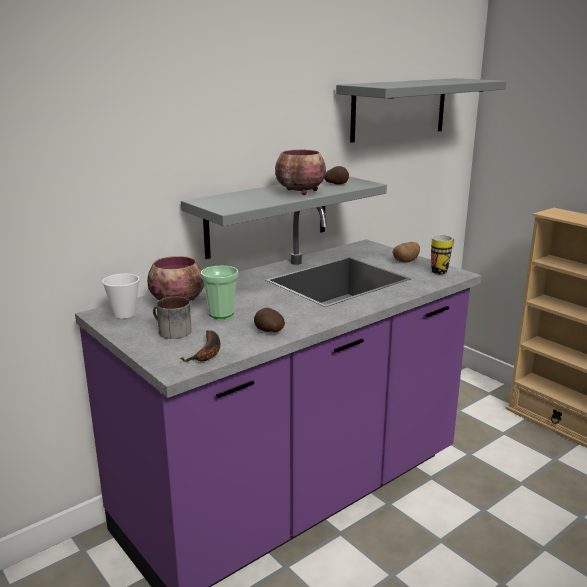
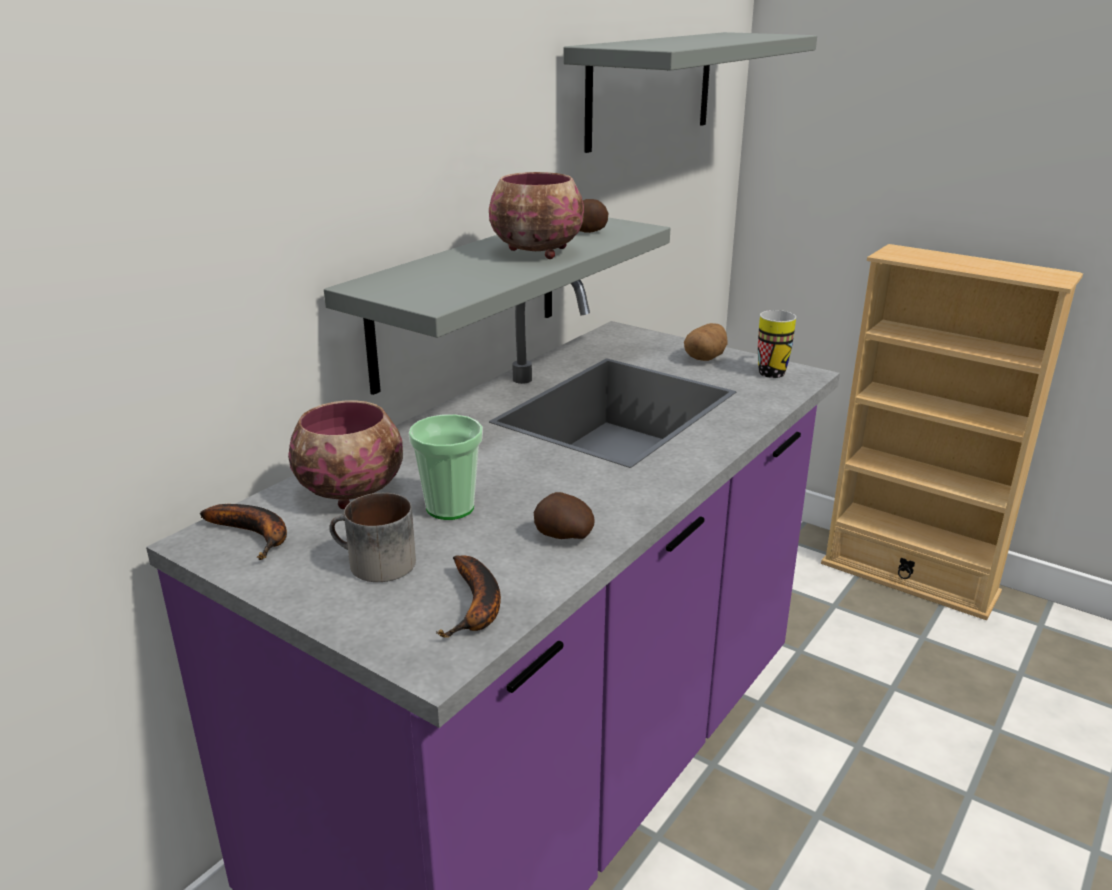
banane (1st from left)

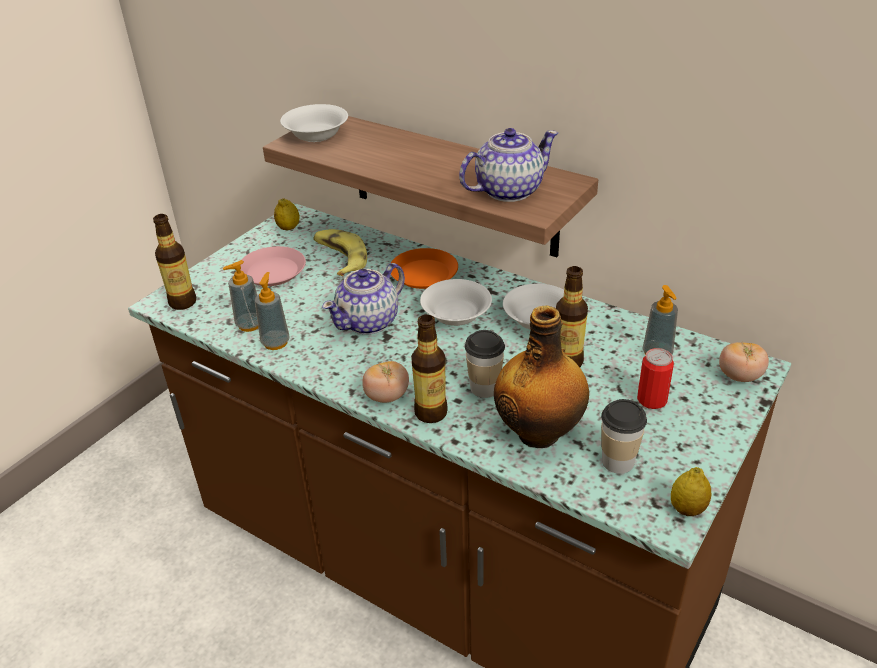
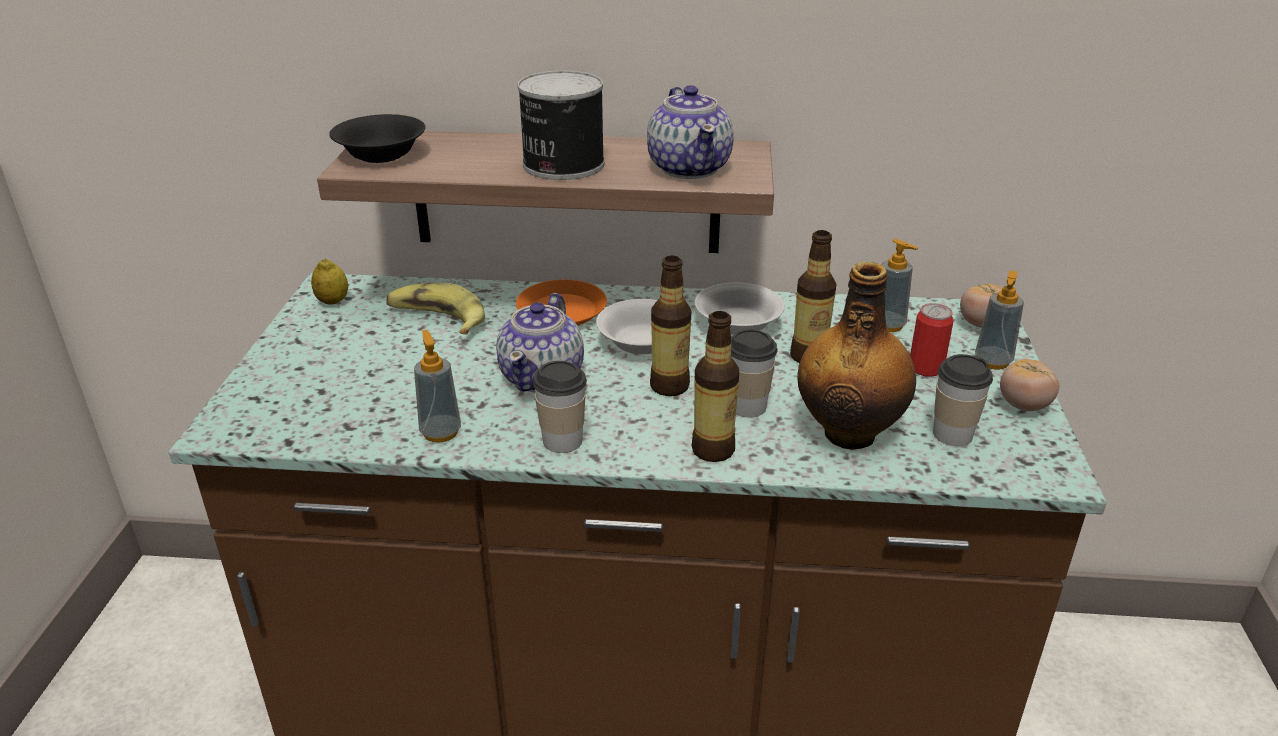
bouteille (1st from left)
distributeur de savon (3rd from left)
assiette/rose
bol/noir
tomate (2nd from left)
théière (2nd from left)
citron (2nd from left in the first image)
boîte métallique (1st from left)
tasse (1st from left)

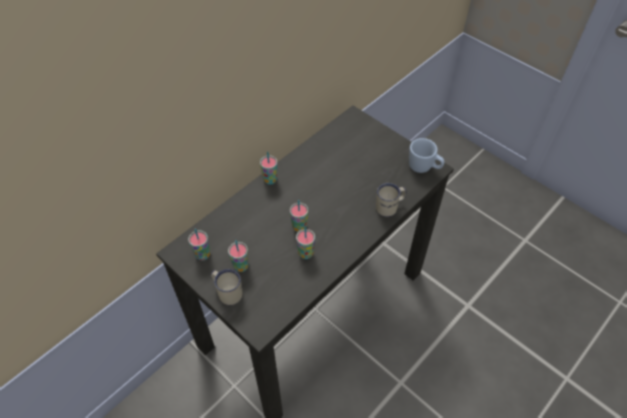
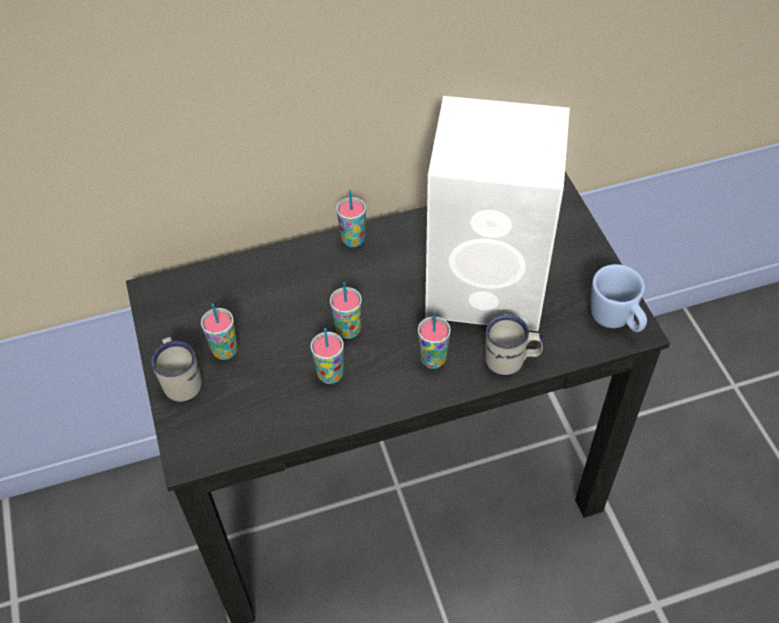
tasse (5th from left)
enceinte/blanc

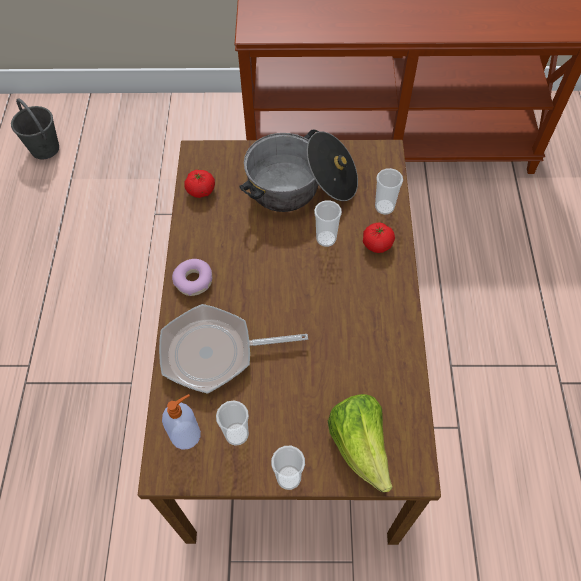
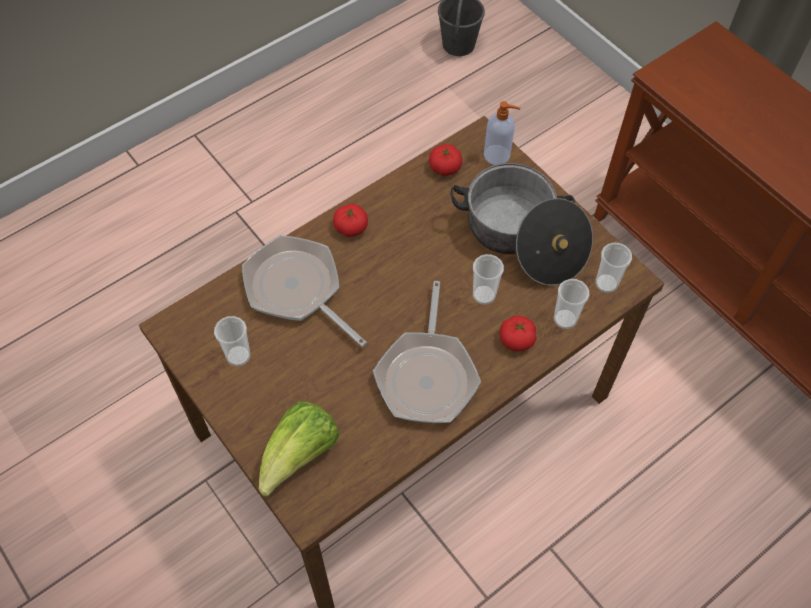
distributeur de savon
tomate (1st from left)
tasse (4th from left)
poêle (2nd from left)

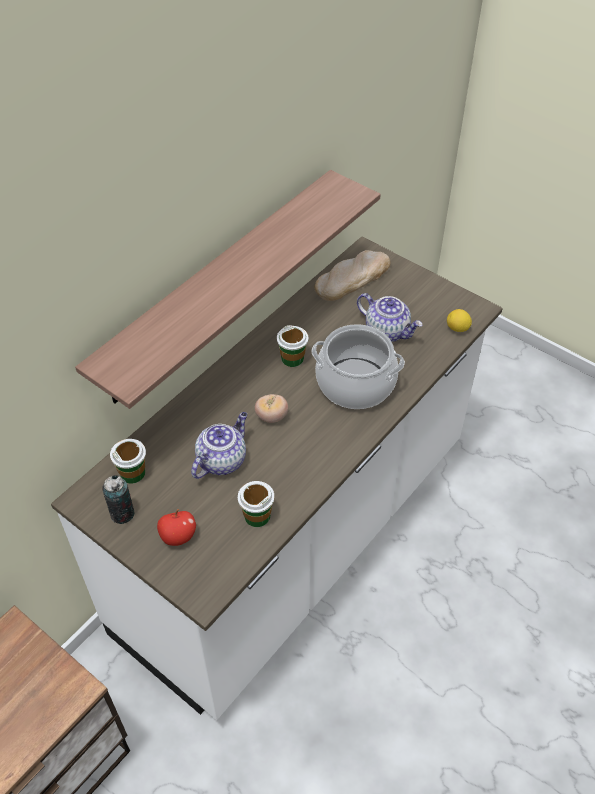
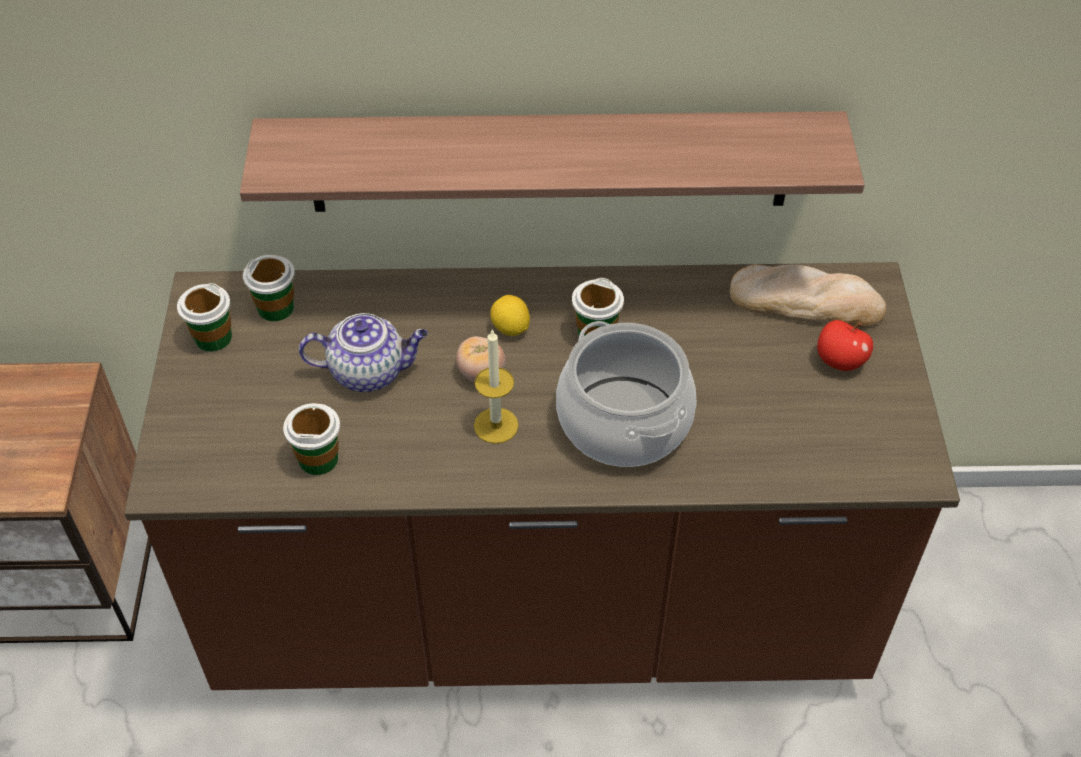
comptoir de cuisine/marron
tasse (1st from left)
pomme
théière (2nd from left in the first image)
citron
bougie

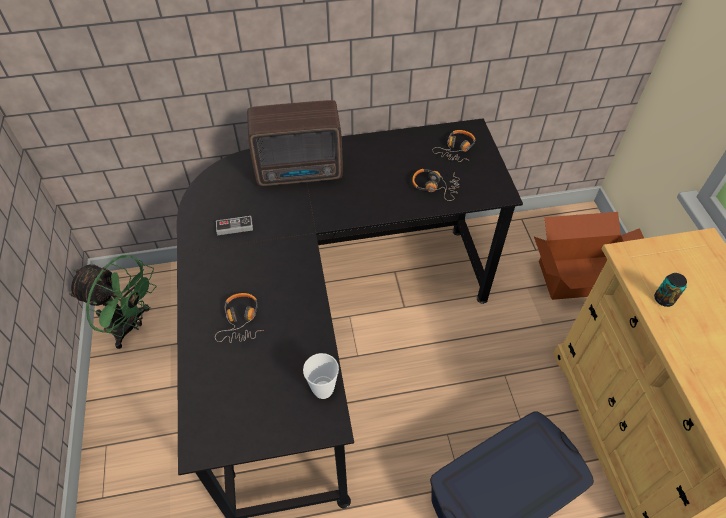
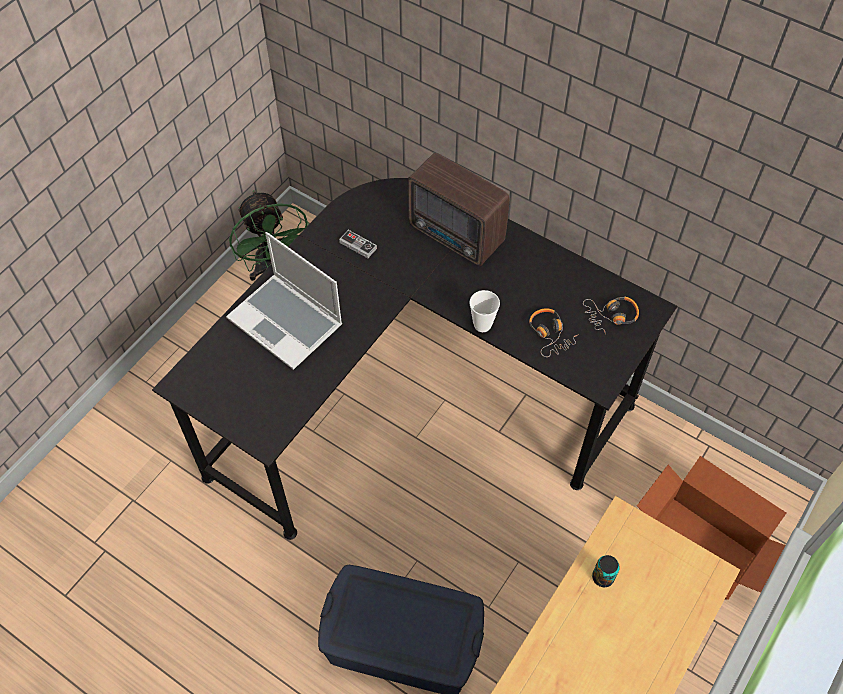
ordinateur portable
tasse

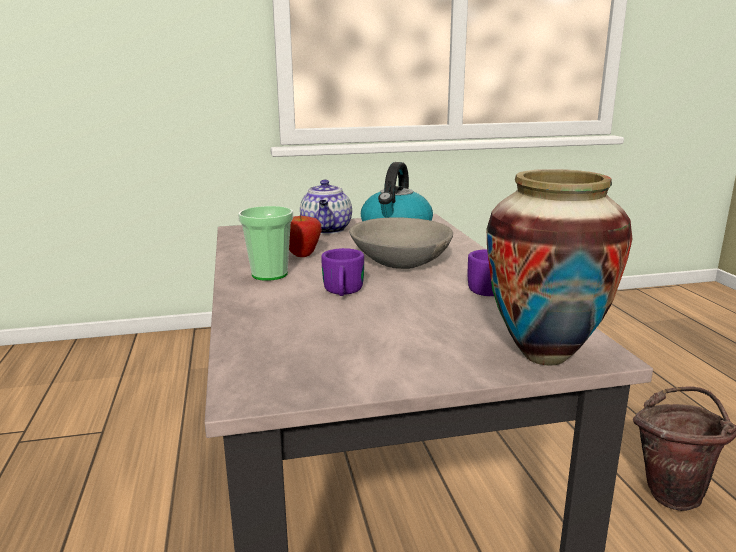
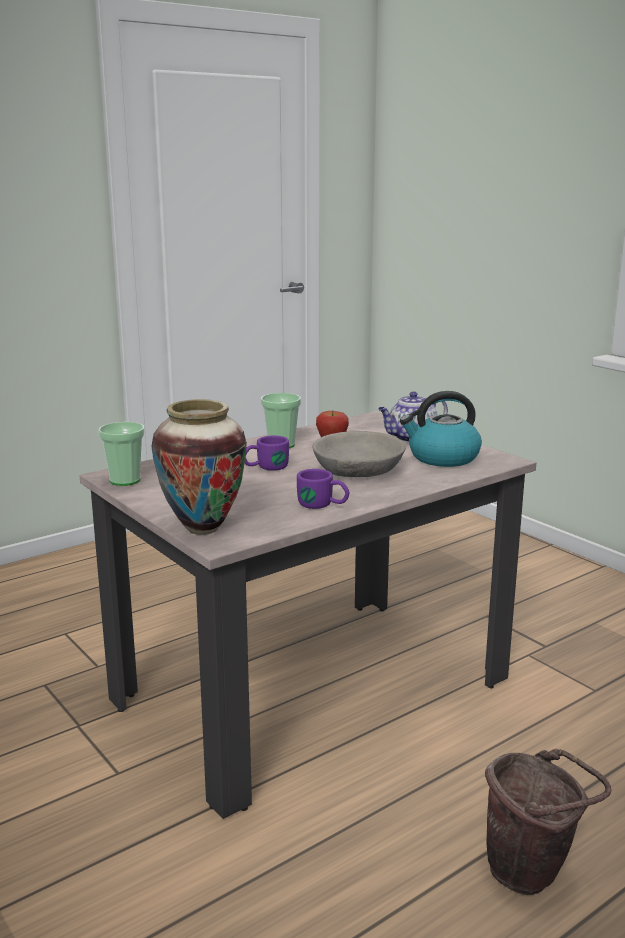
tasse (1st from left)

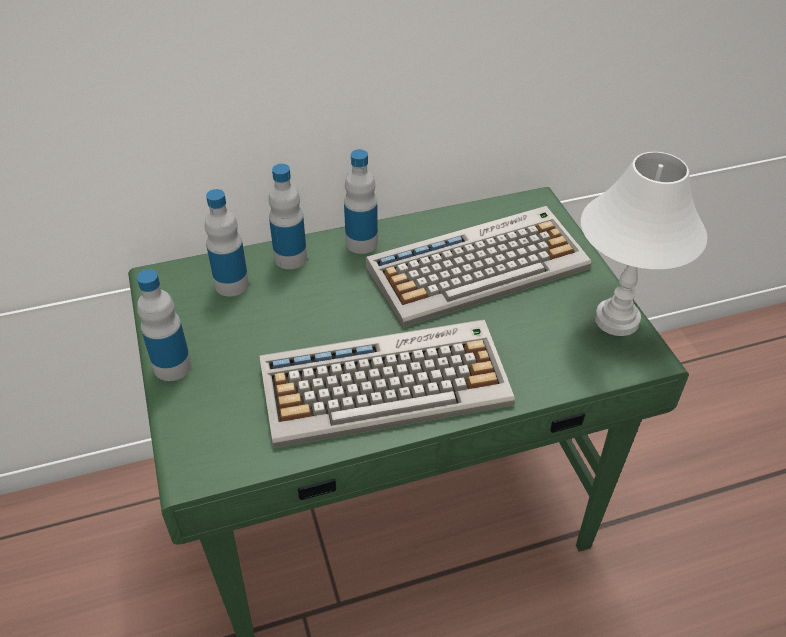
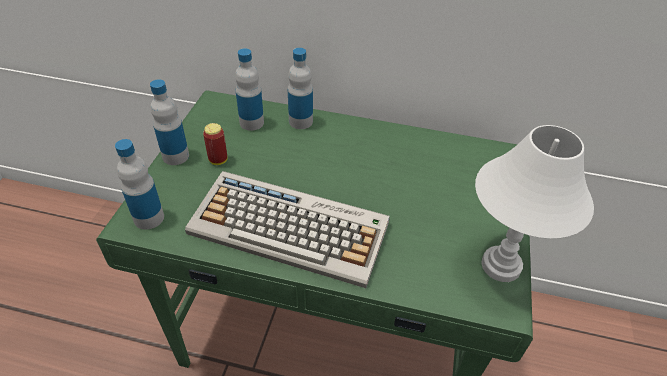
bouteille (1st from left)
clavier (2nd from left in the first image)
boîte métallique

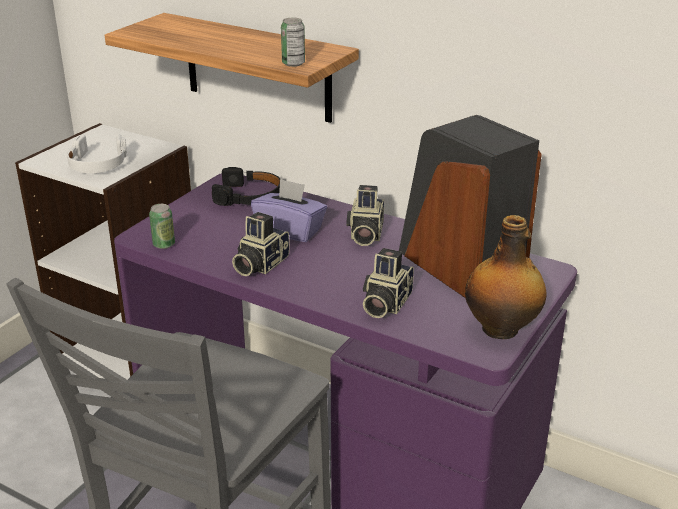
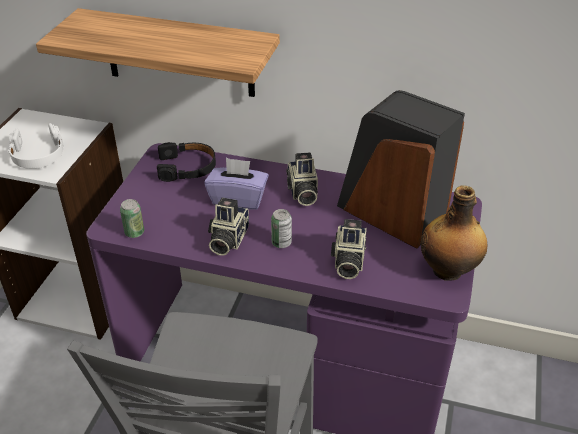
boîte métallique (2nd from left)

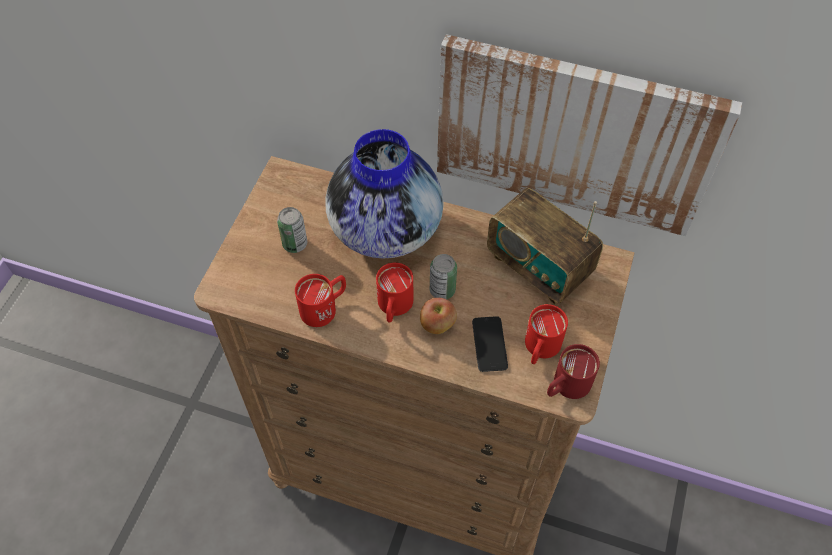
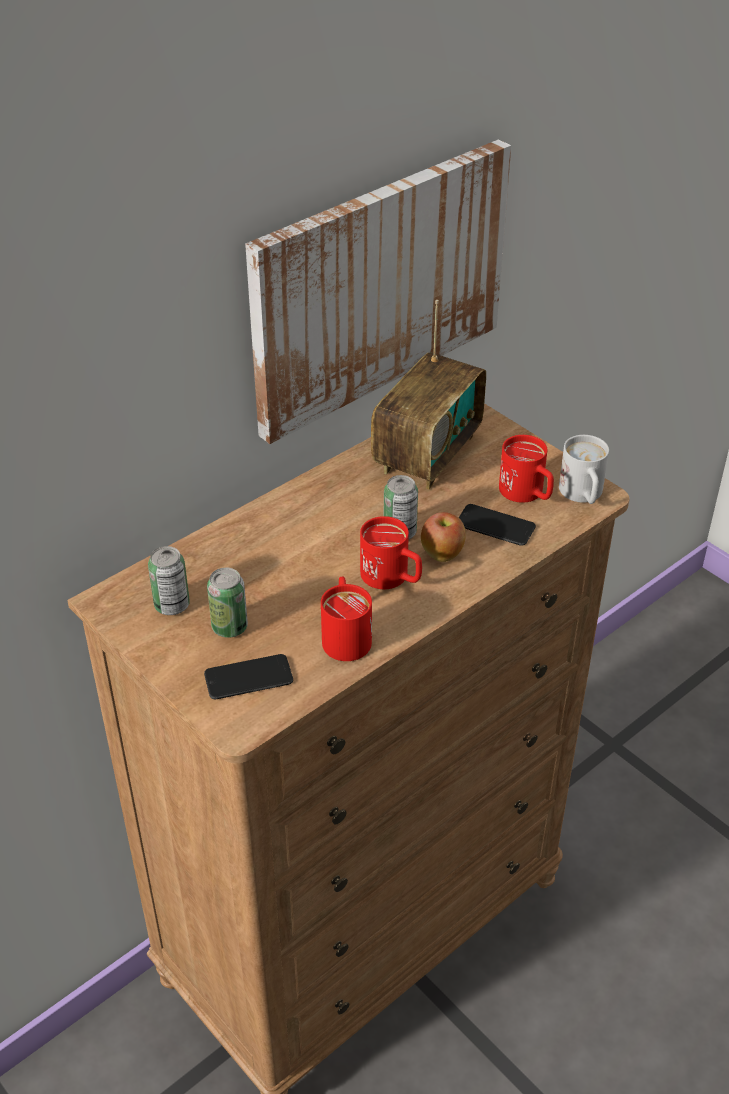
vase
radio
mug/blanc
boîte métallique (1st from left)
téléphone (1st from left)

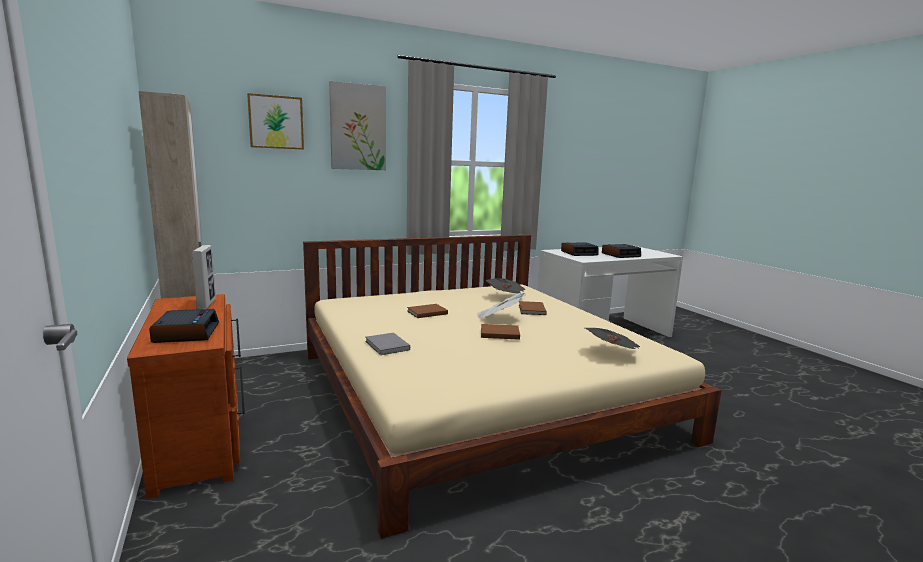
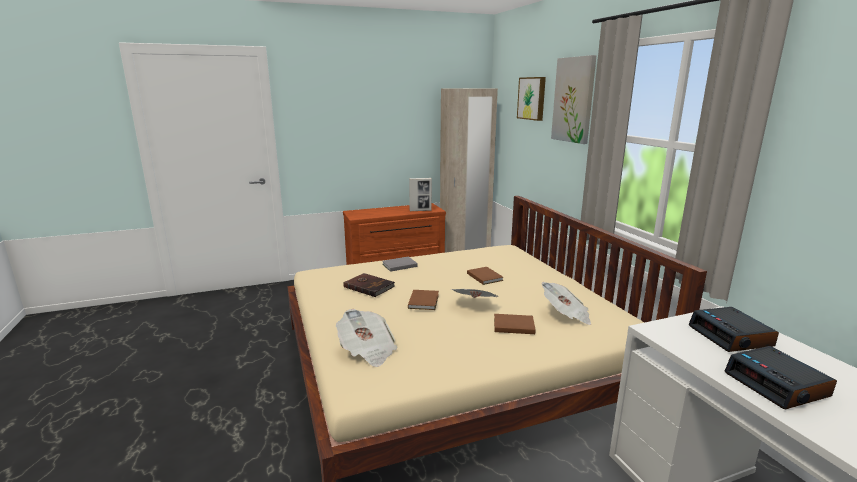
réveil (1st from left in the first image)
livre/marron (1st from left)

